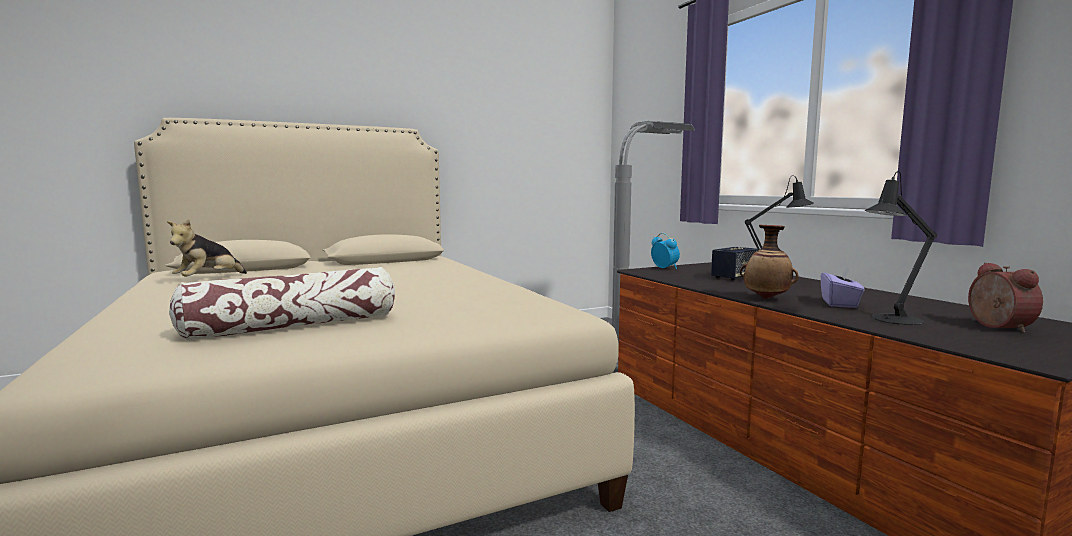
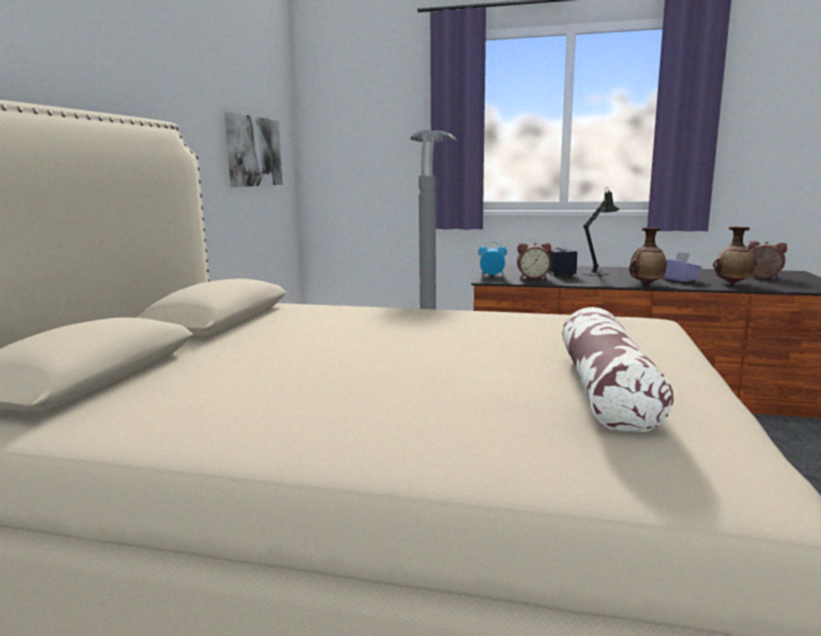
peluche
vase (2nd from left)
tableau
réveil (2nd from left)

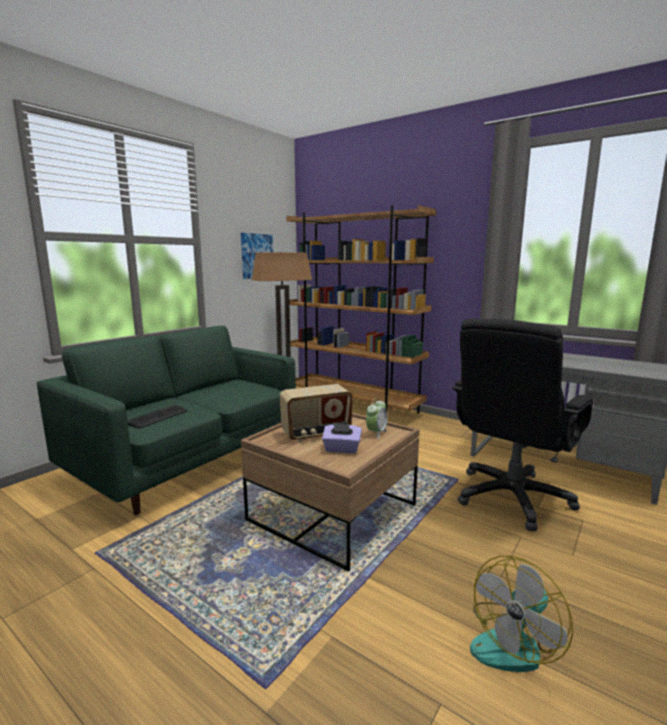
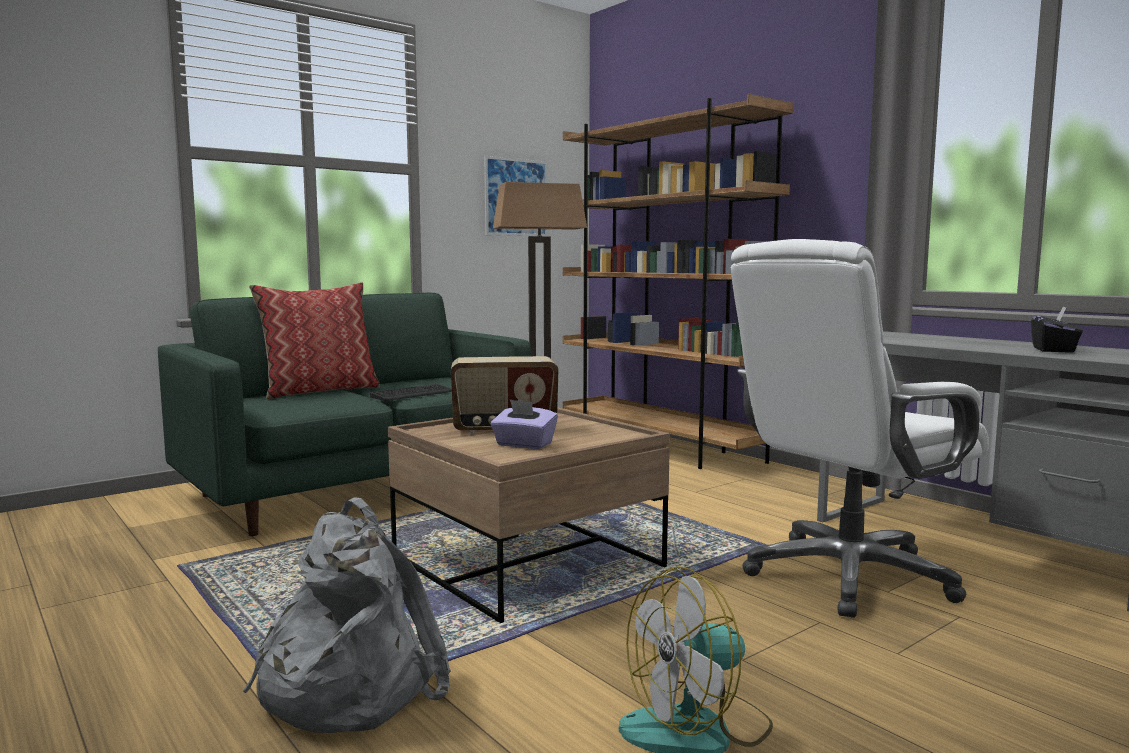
clavier
réveil
chaise de bureau/blanc
sac à dos/gris
coussin
boîte à mouchoirs/noir

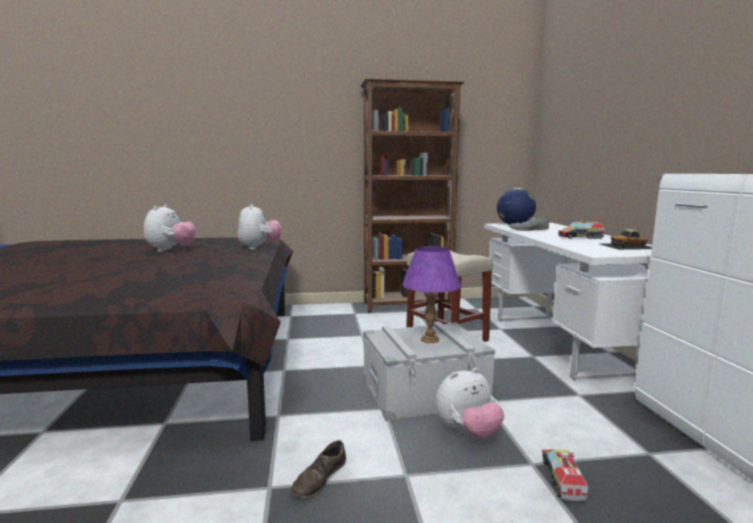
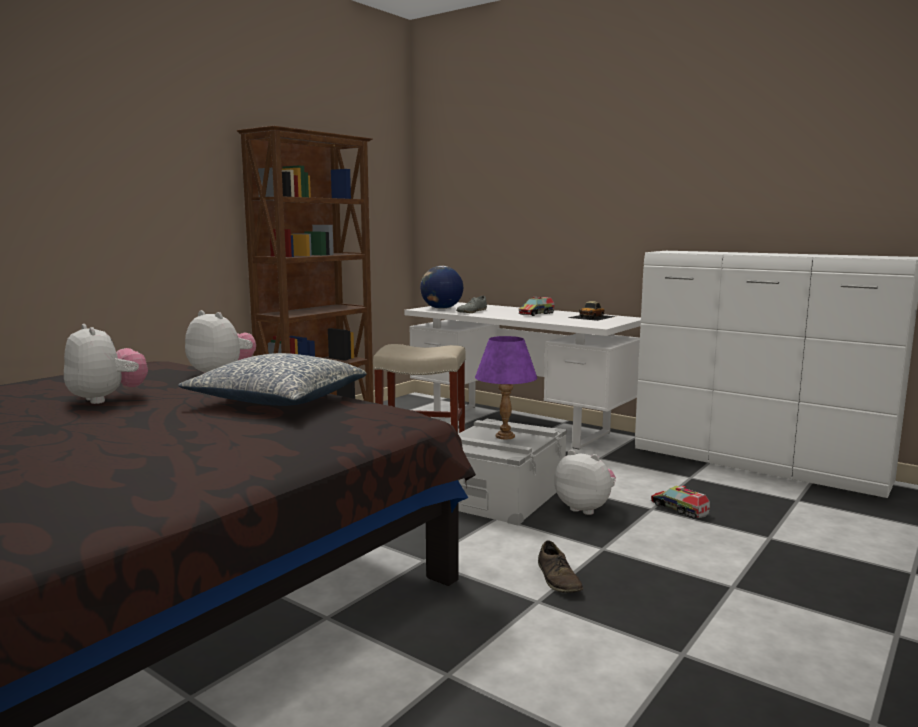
peluche (3rd from left)
coussin

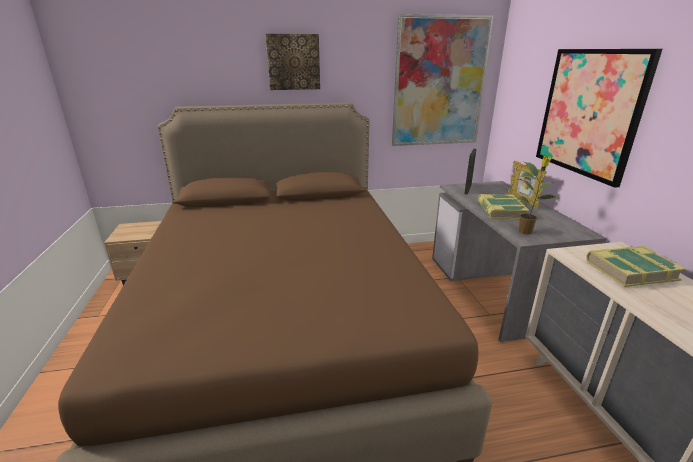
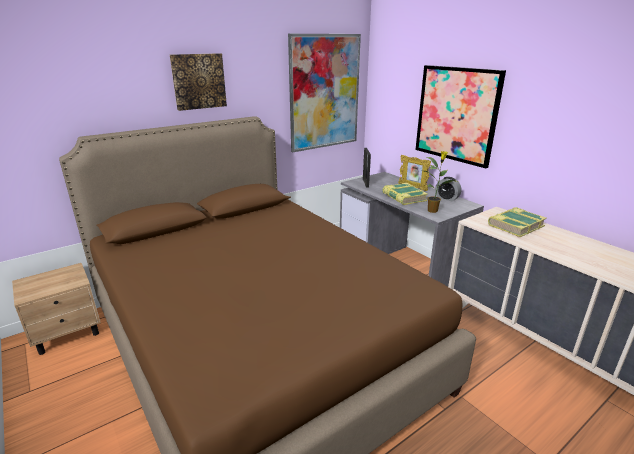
réveil

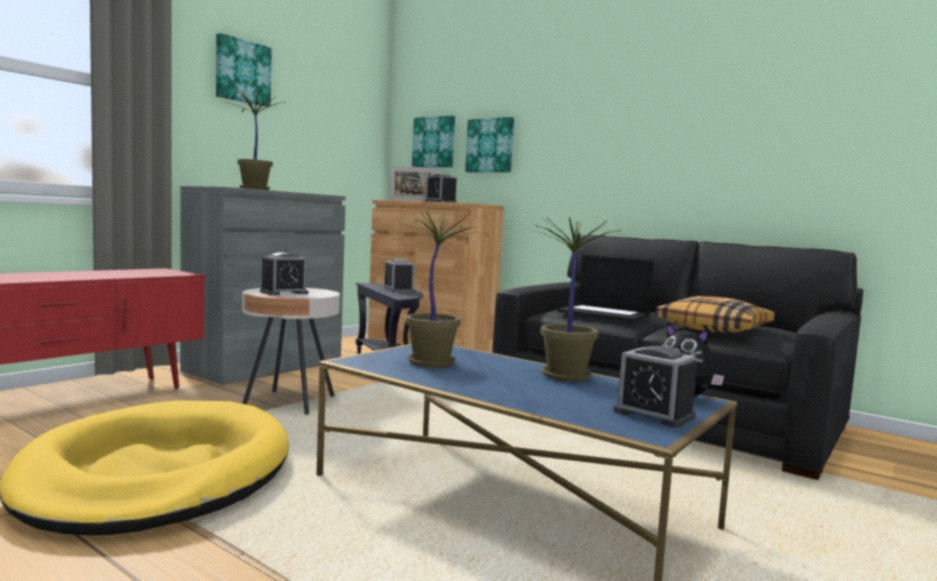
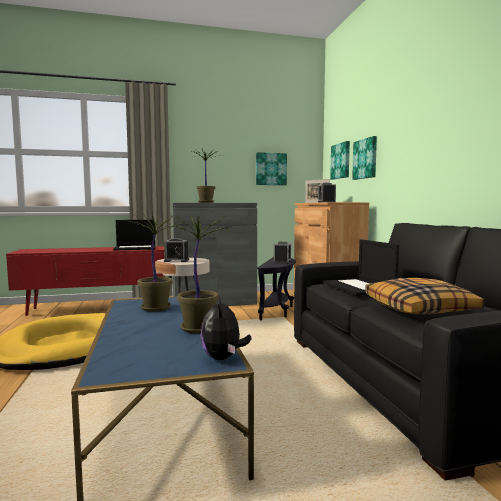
tableau (1st from left)
réveil (4th from left in the first image)
ordinateur portable (1st from left)

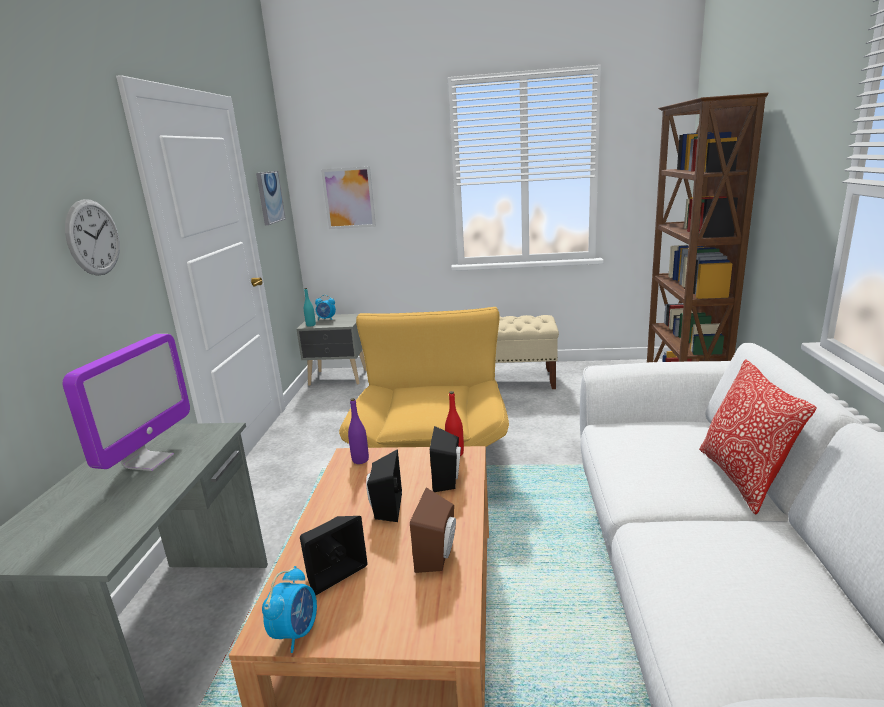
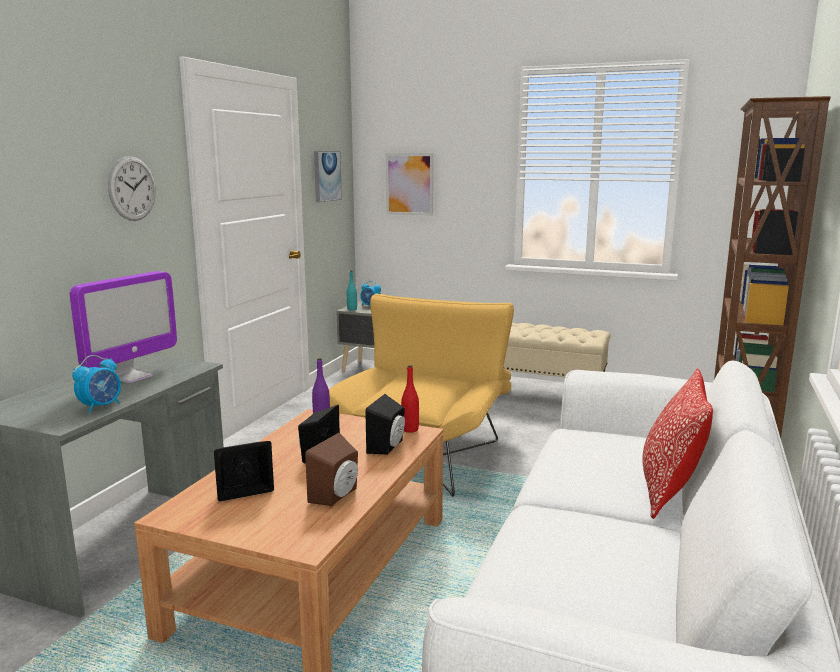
réveil (1st from left)

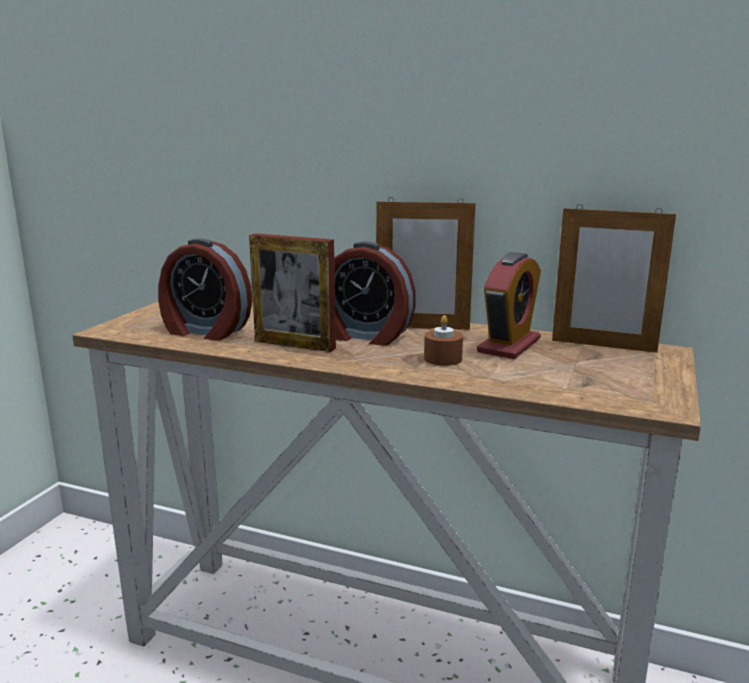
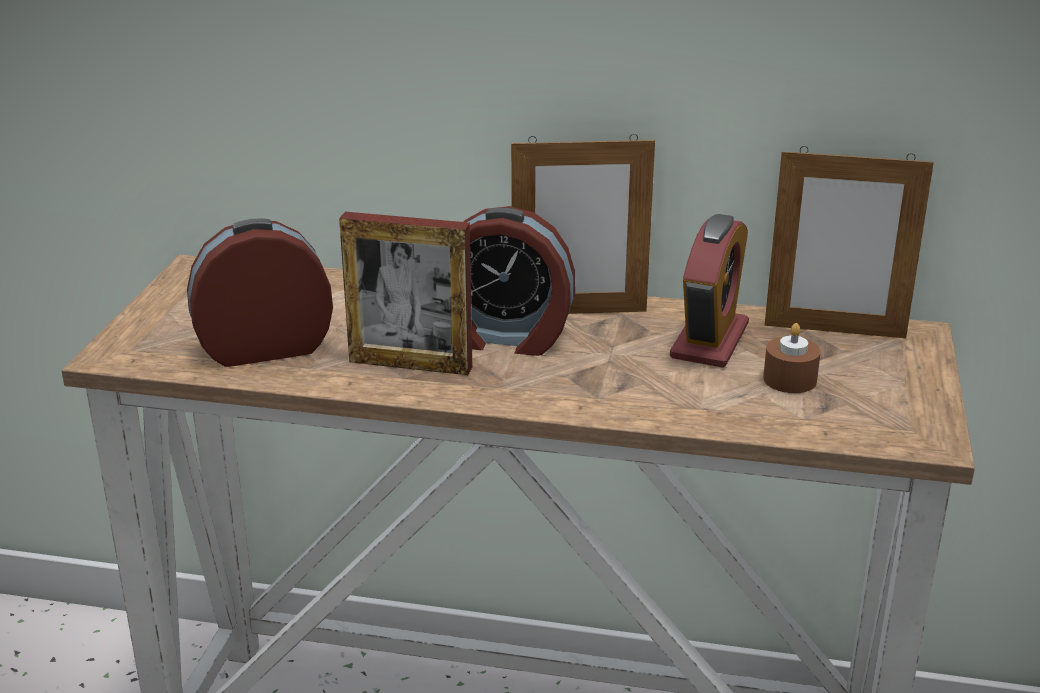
réveil (1st from left)
bougie/marron

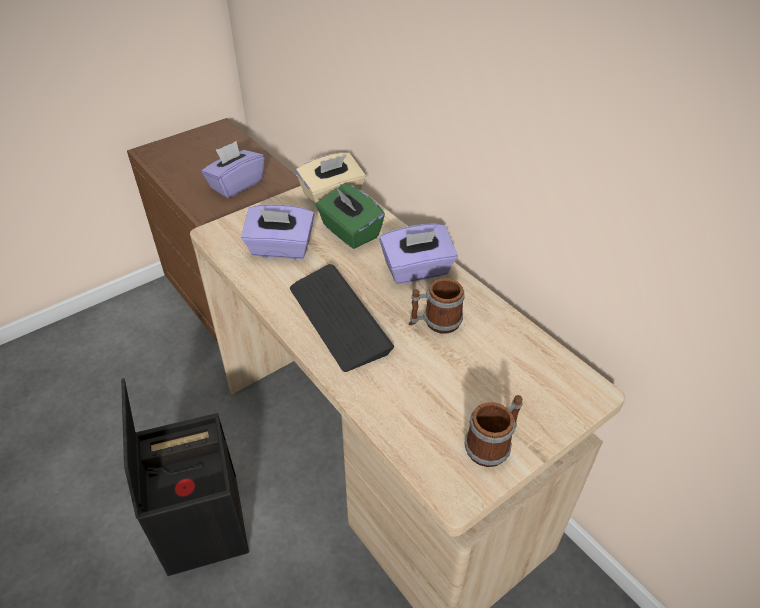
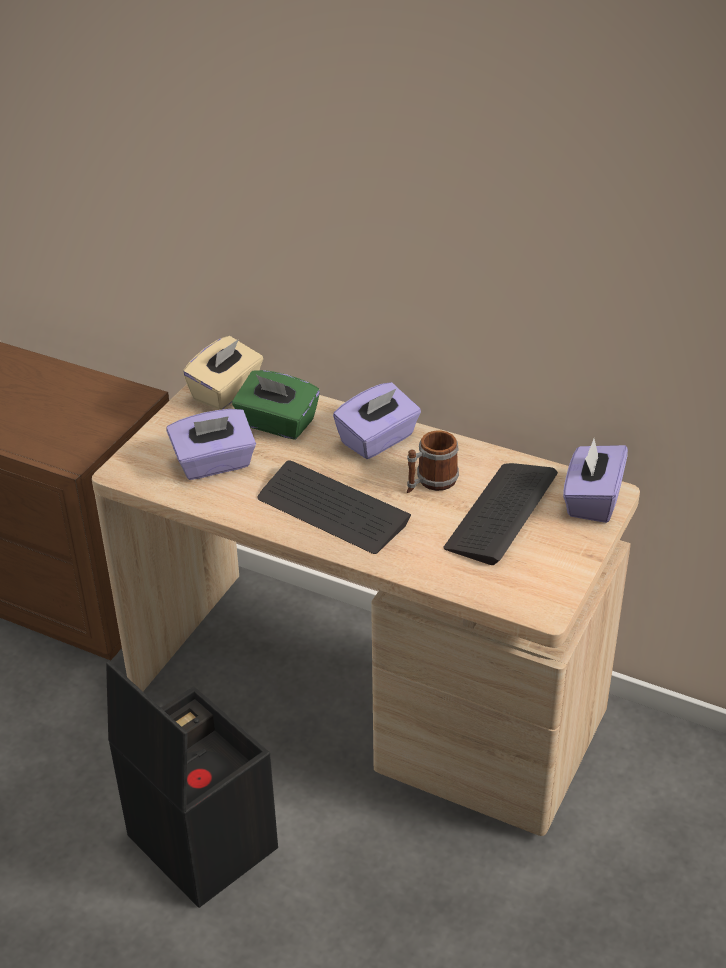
boîte à mouchoirs/violet (3rd from left)
mug (2nd from left in the first image)
clavier (2nd from left)

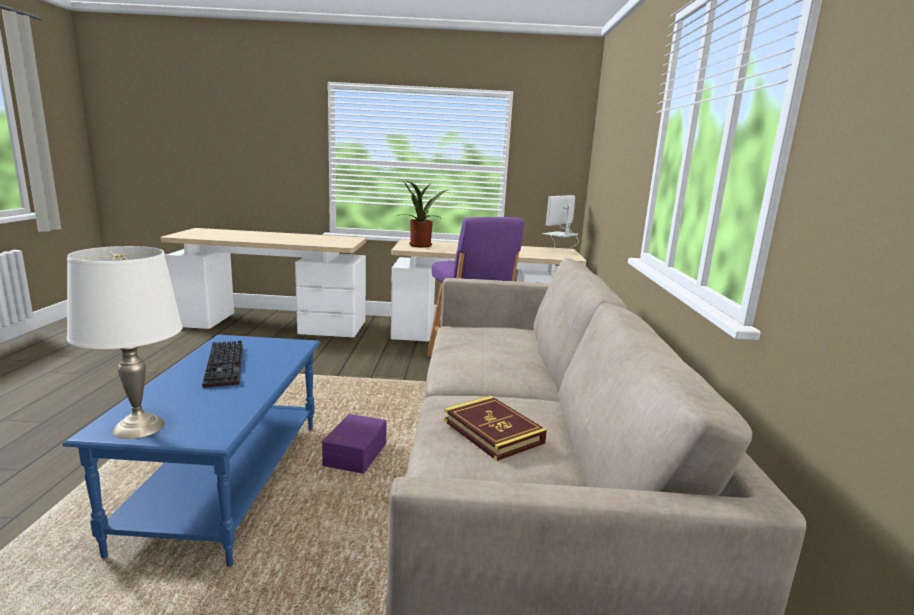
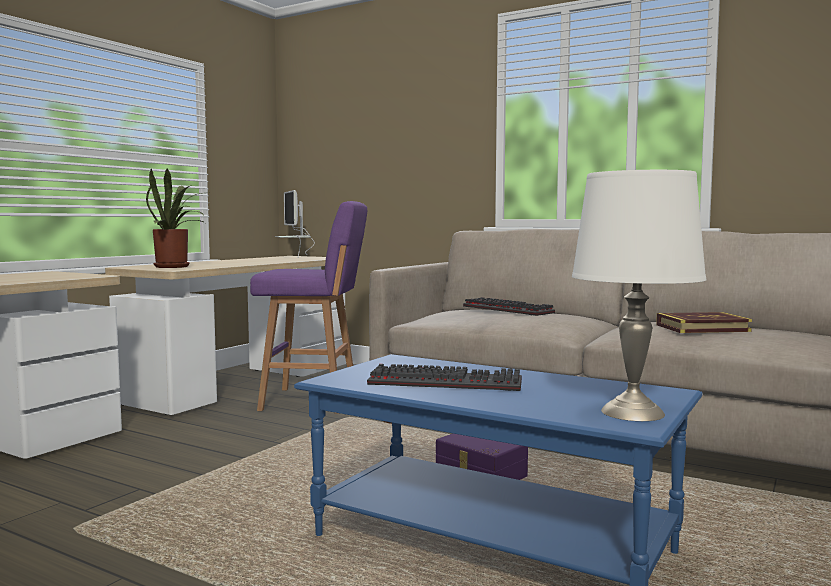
clavier (2nd from left)

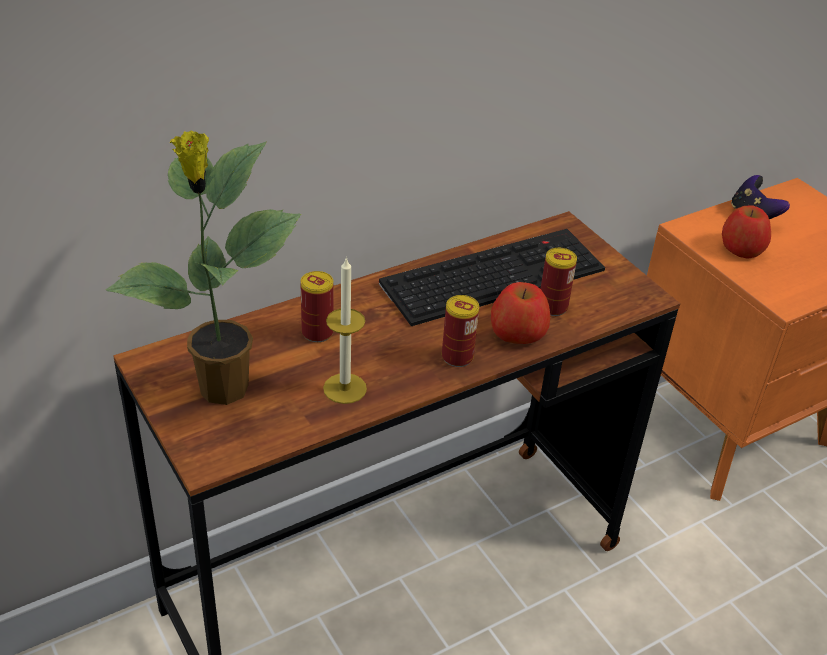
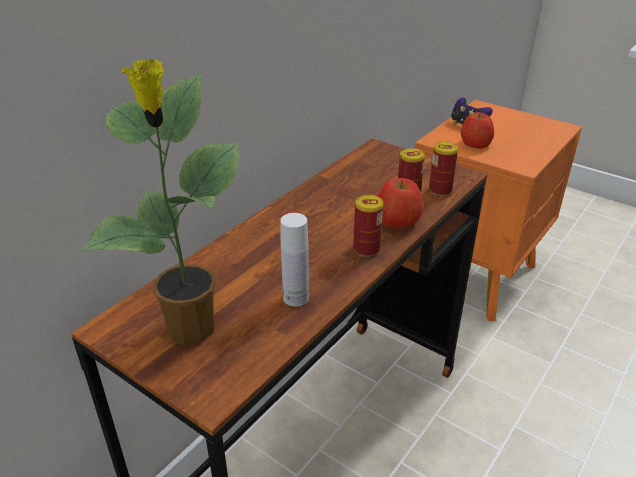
boîte métallique (3rd from left)
bouteille/blanc
clavier

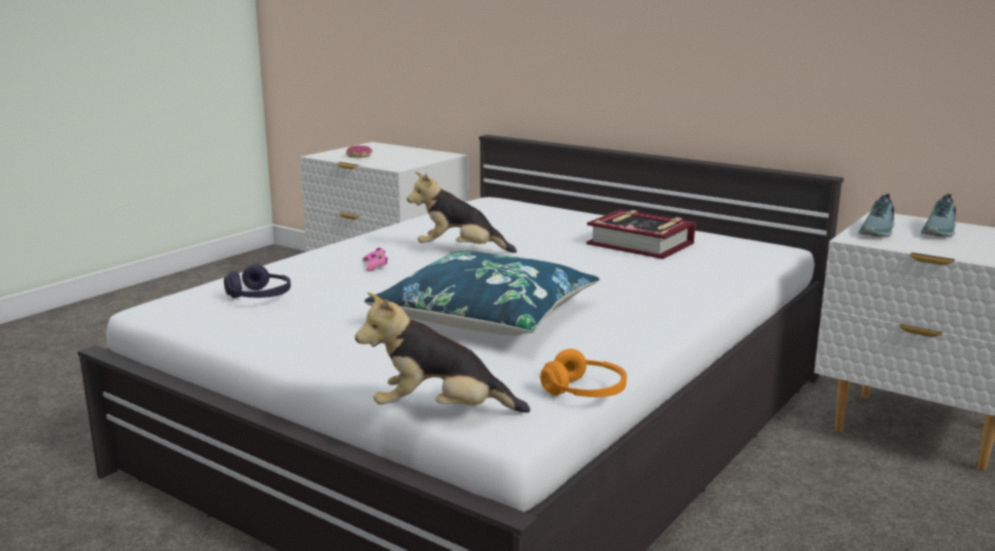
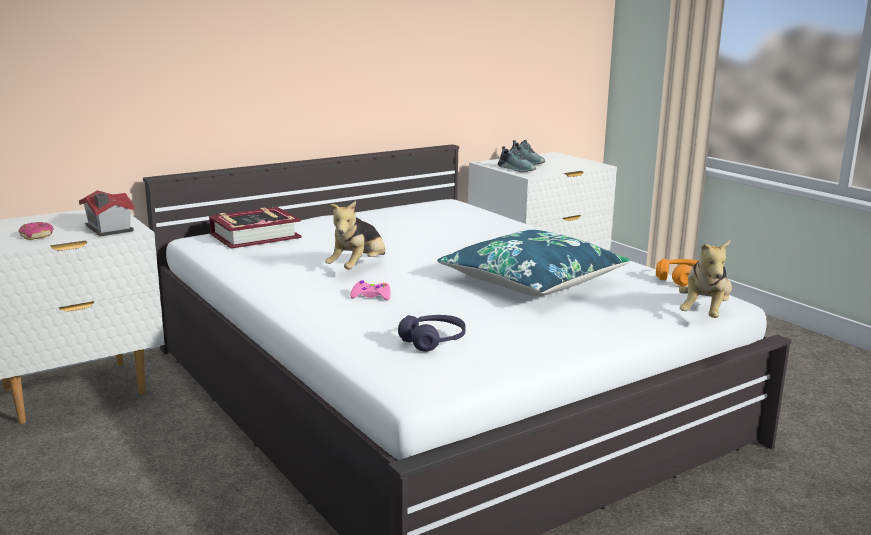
livre
maison miniature

